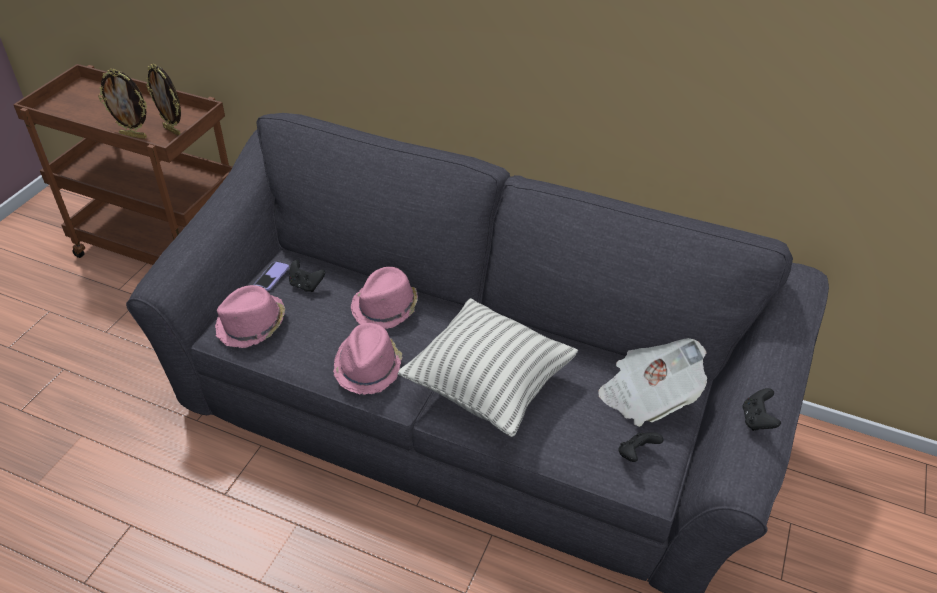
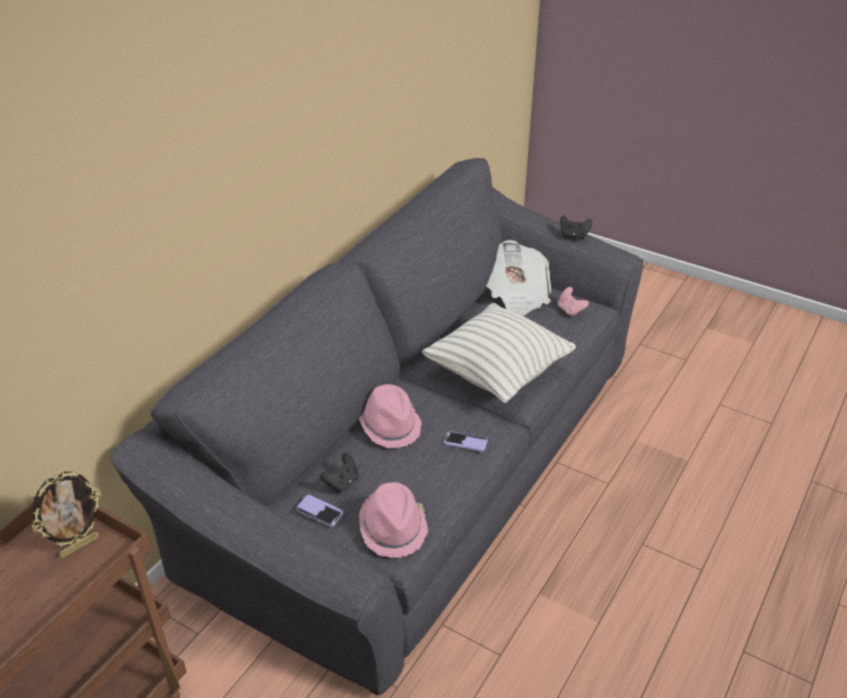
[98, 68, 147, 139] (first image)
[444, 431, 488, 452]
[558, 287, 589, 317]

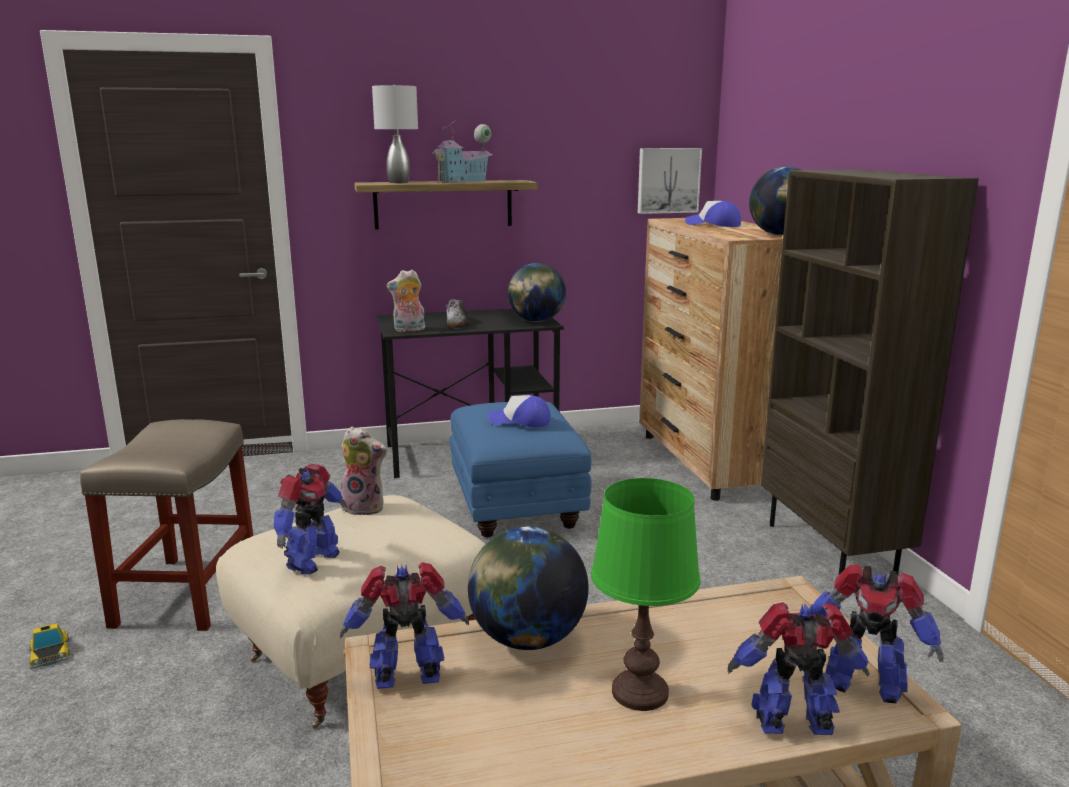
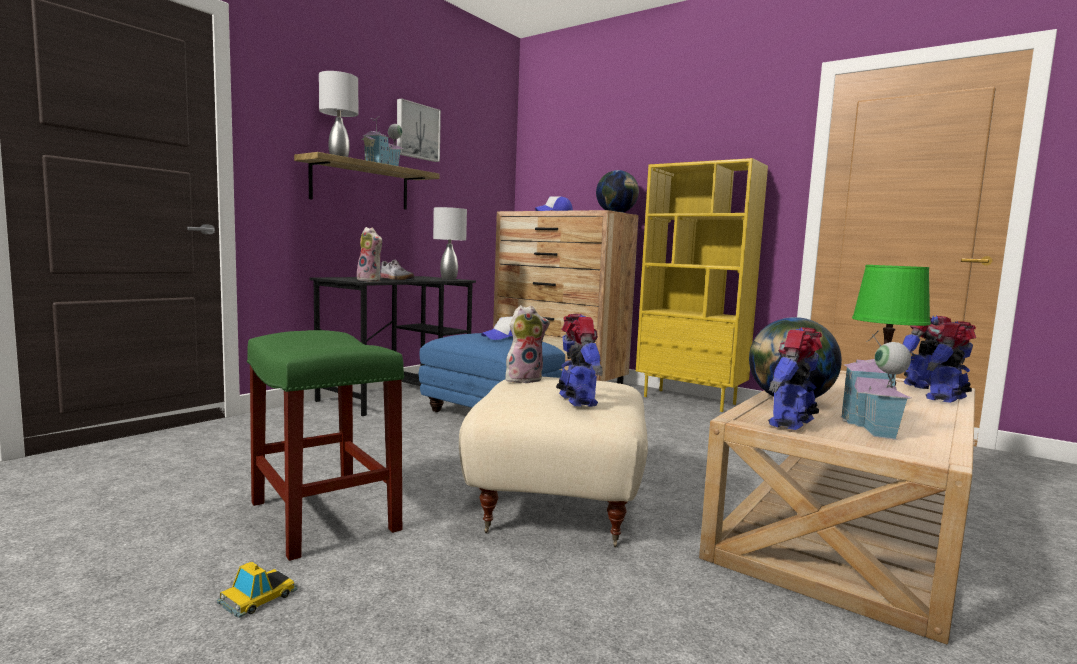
[217, 562, 298, 618]
[247, 330, 404, 561]
[357, 227, 383, 281]
[433, 207, 467, 279]
[397, 98, 441, 162]
[636, 158, 768, 412]
[841, 330, 911, 440]

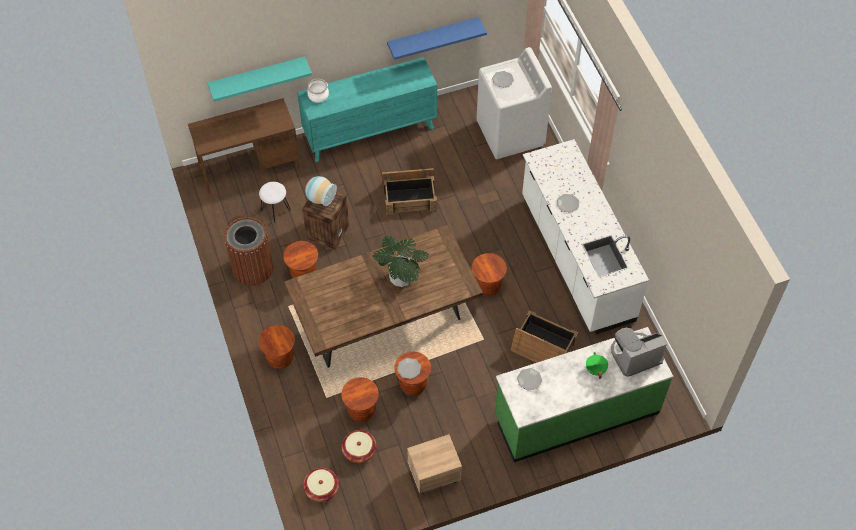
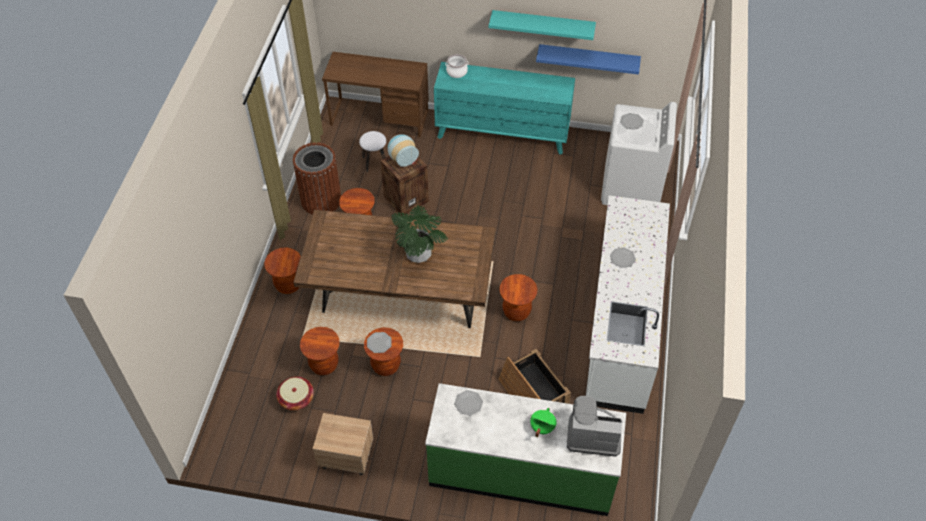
[489, 10, 596, 40]
[303, 468, 339, 502] (first image)
[382, 168, 437, 215] (first image)

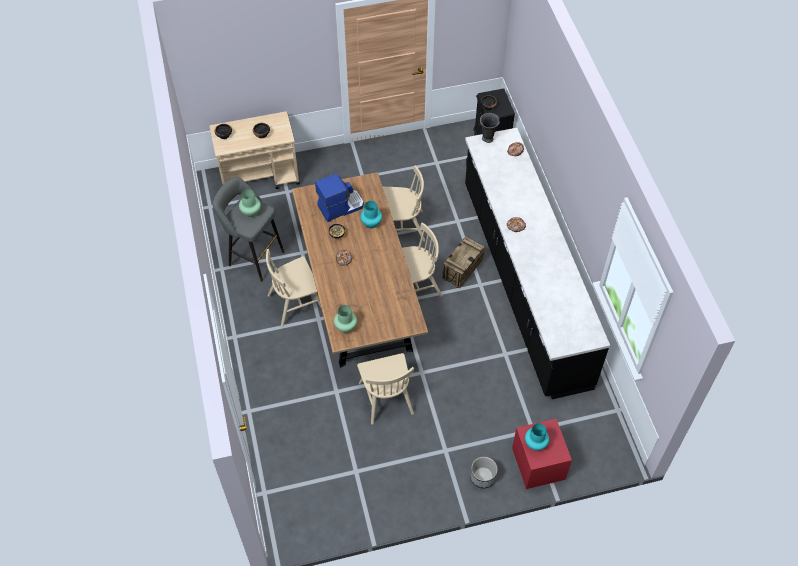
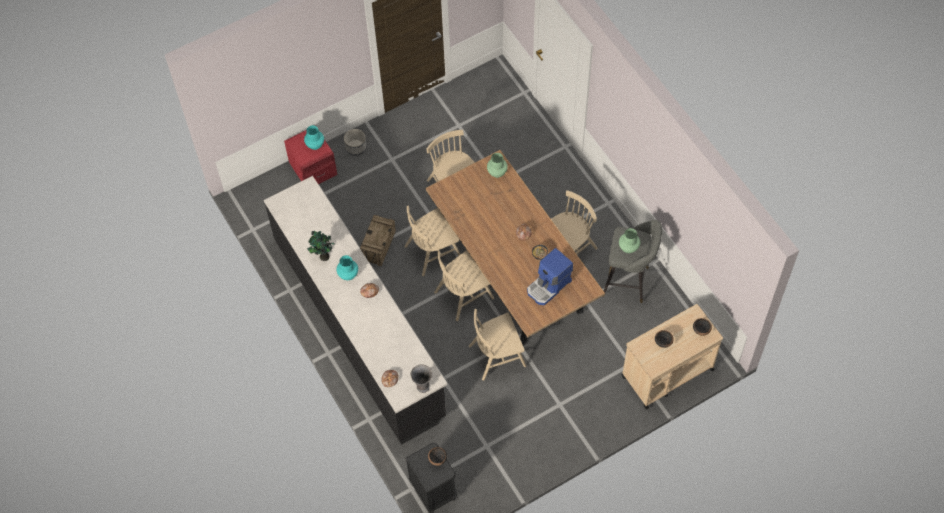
[337, 255, 358, 280]
[360, 215, 396, 266]
[307, 231, 335, 261]
[404, 206, 461, 276]

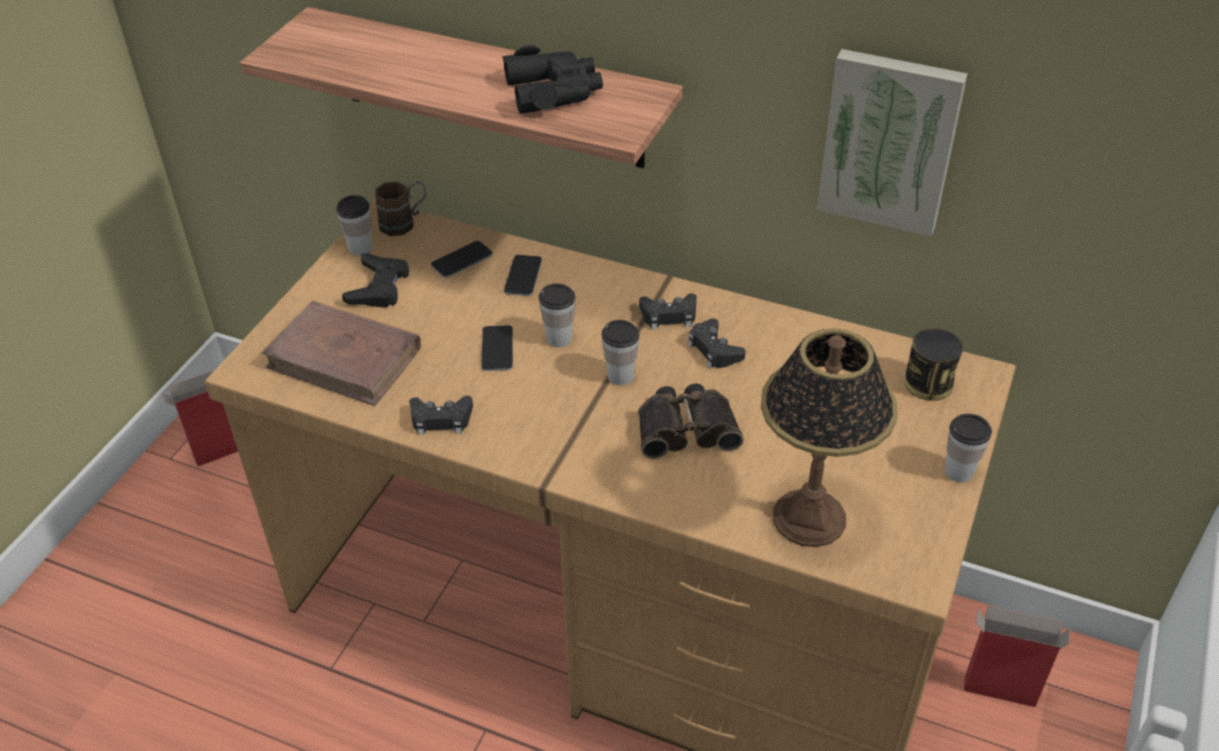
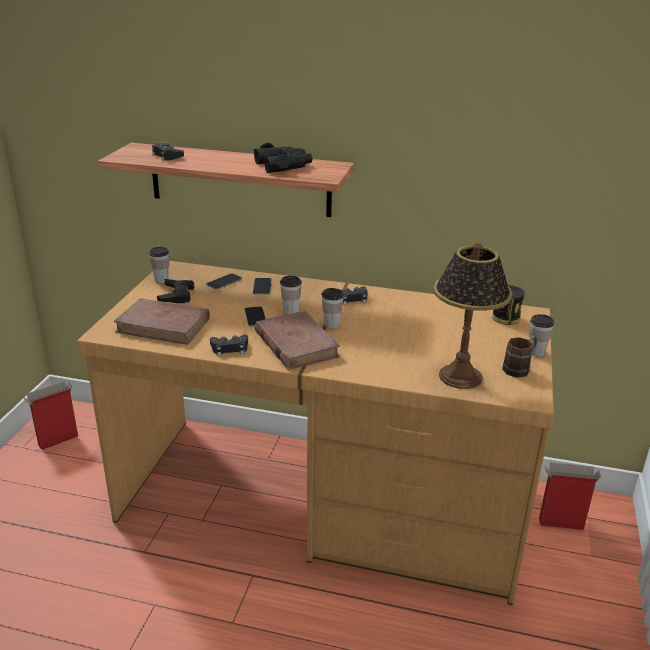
[502, 336, 537, 378]
[638, 383, 744, 459] (first image)
[152, 143, 184, 161]
[817, 49, 968, 237] (first image)
[255, 311, 340, 370]

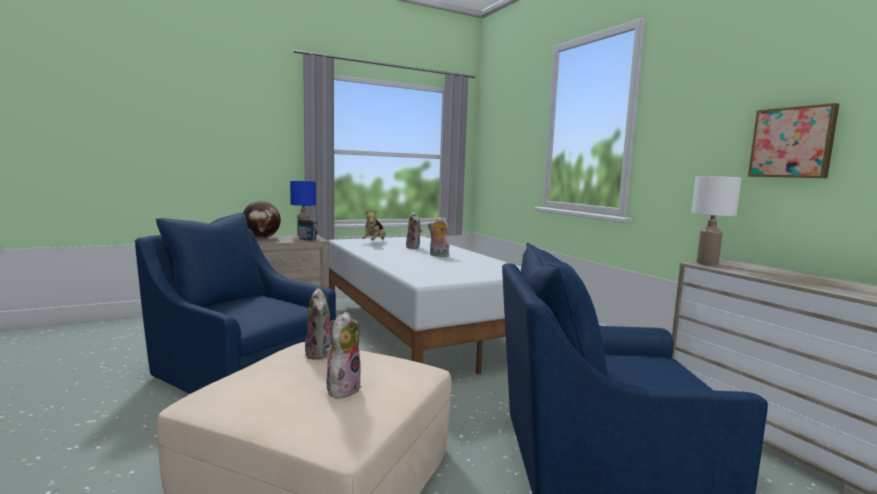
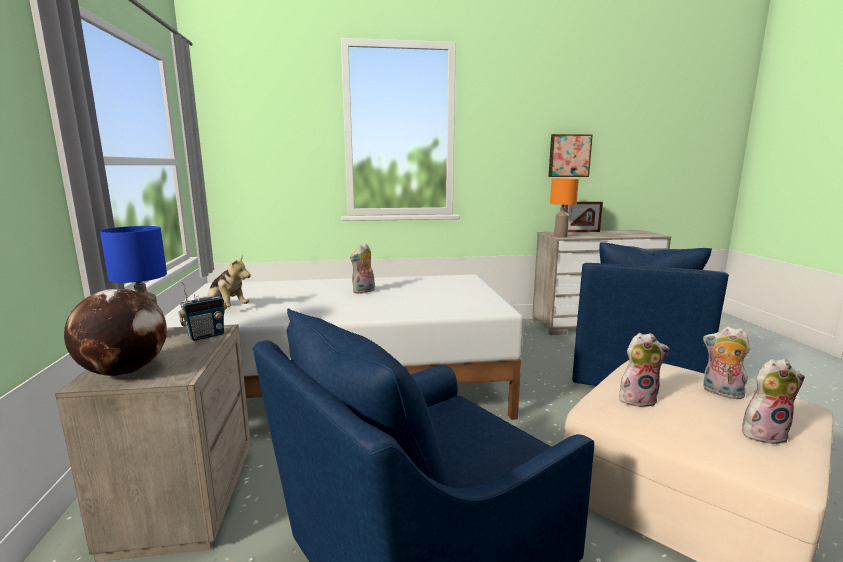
[742, 359, 805, 445]
[550, 179, 579, 237]
[565, 202, 603, 232]

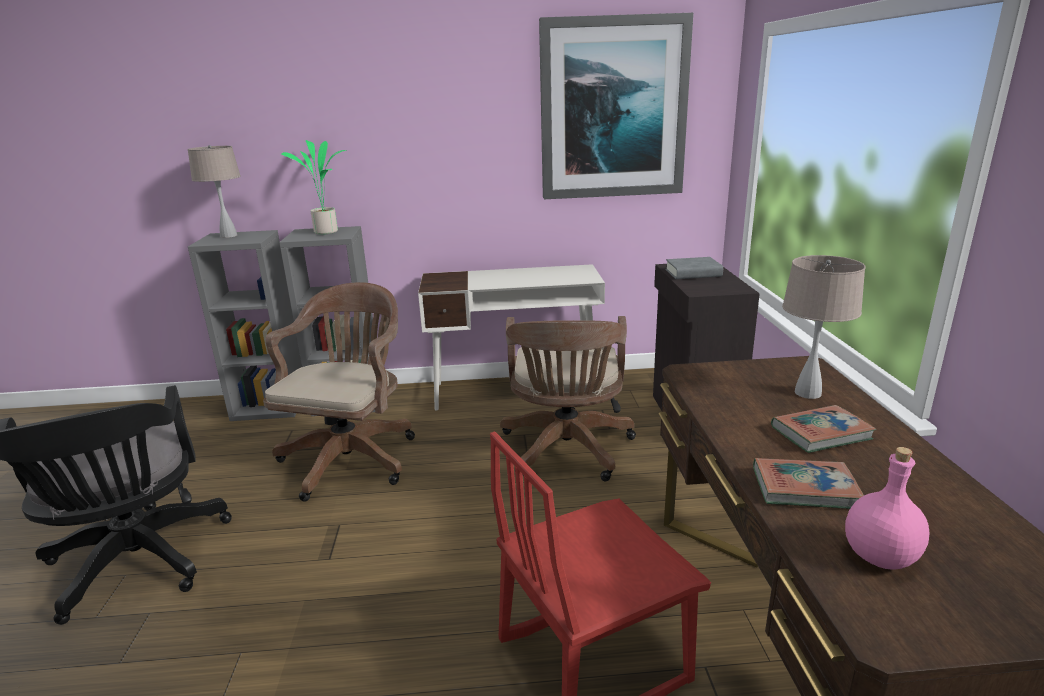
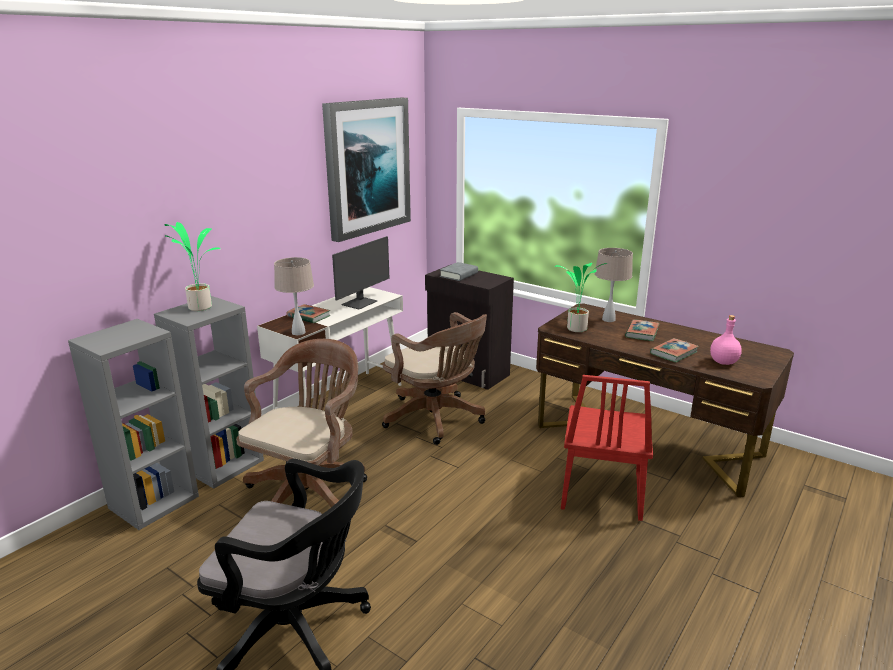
[274, 257, 314, 335]
[236, 339, 367, 507]
[287, 304, 330, 323]
[332, 236, 389, 309]
[555, 263, 607, 332]

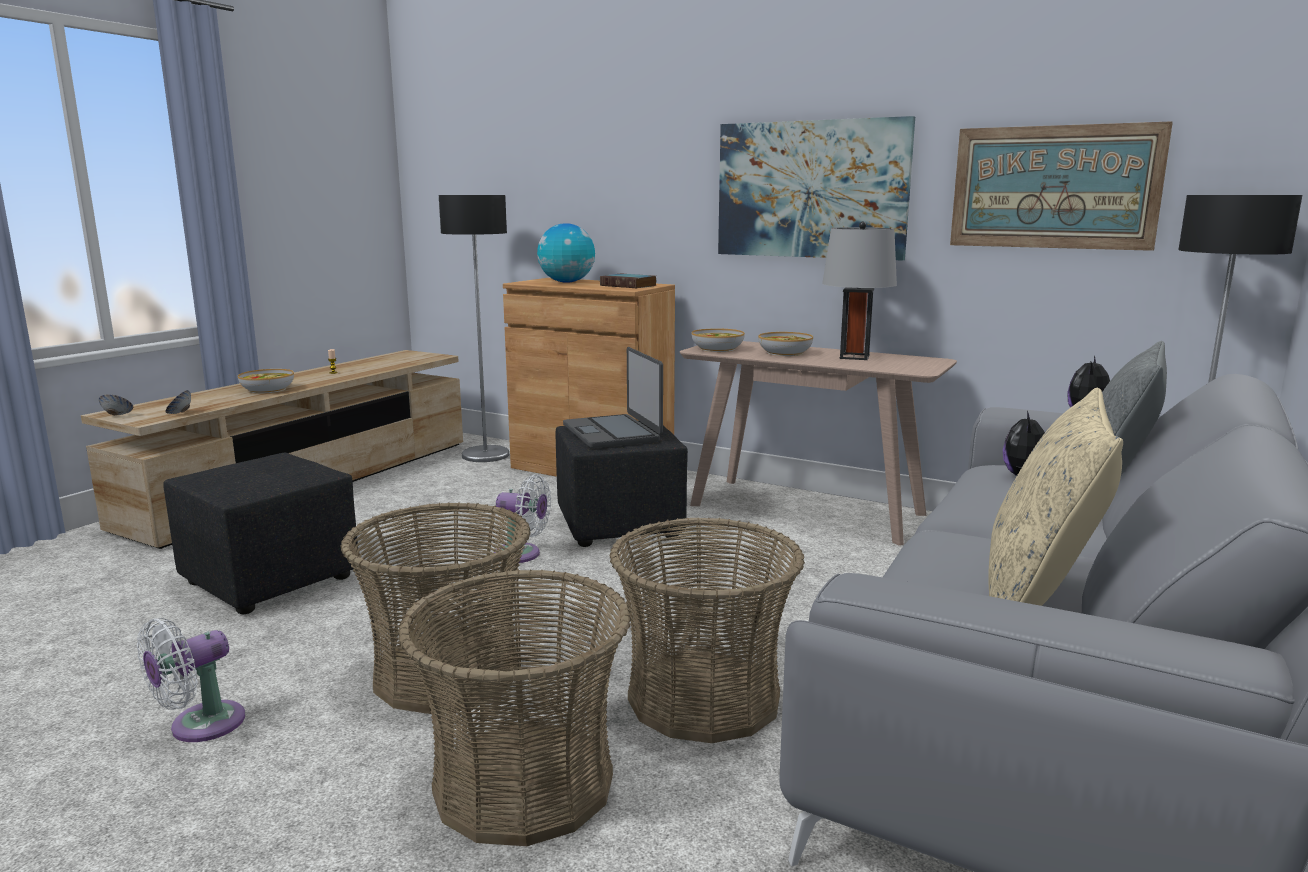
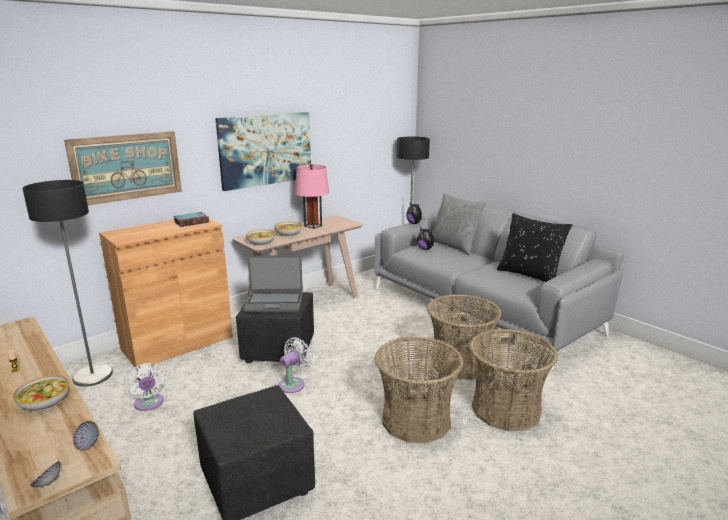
[125, 363, 167, 411]
[537, 223, 595, 283] (first image)
[295, 164, 329, 229]
[64, 131, 182, 205]
[497, 213, 572, 282]

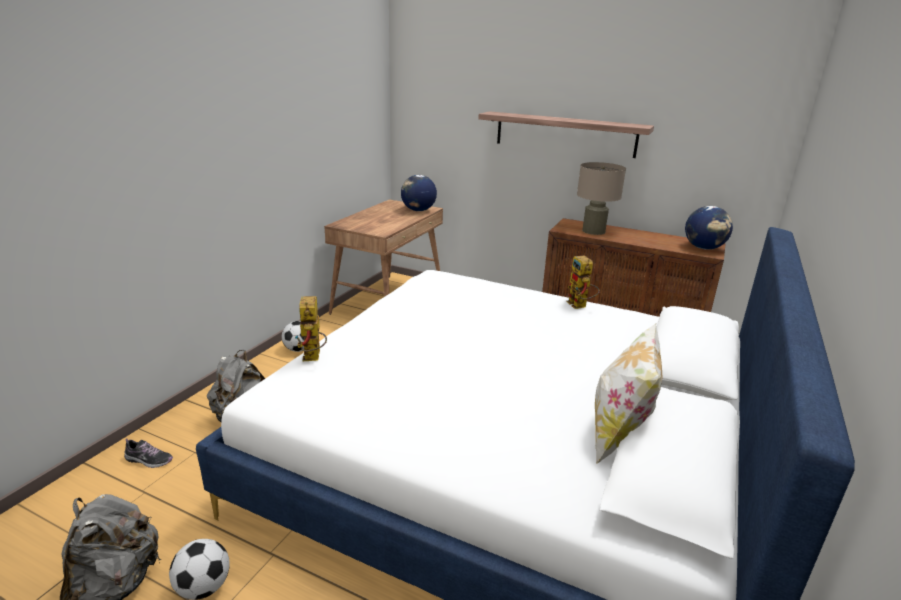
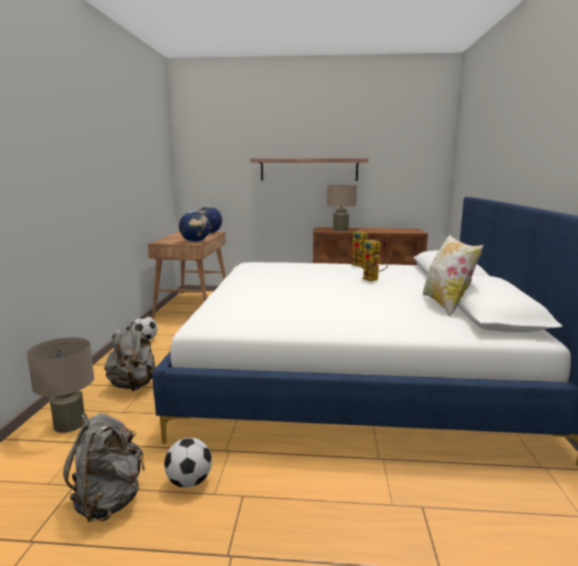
[27, 338, 94, 433]
[361, 239, 388, 282]
[179, 211, 210, 242]

